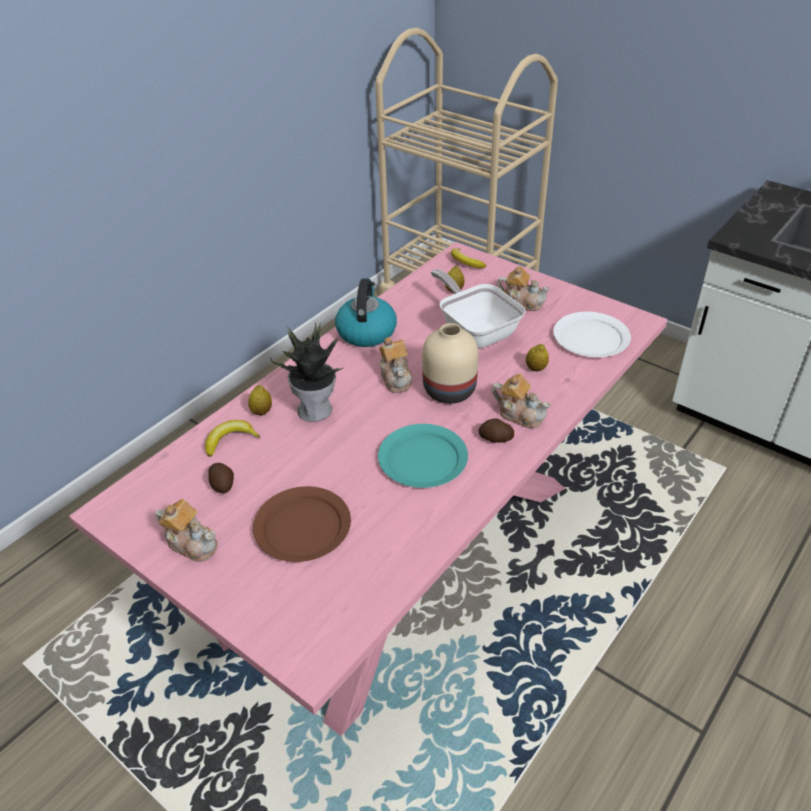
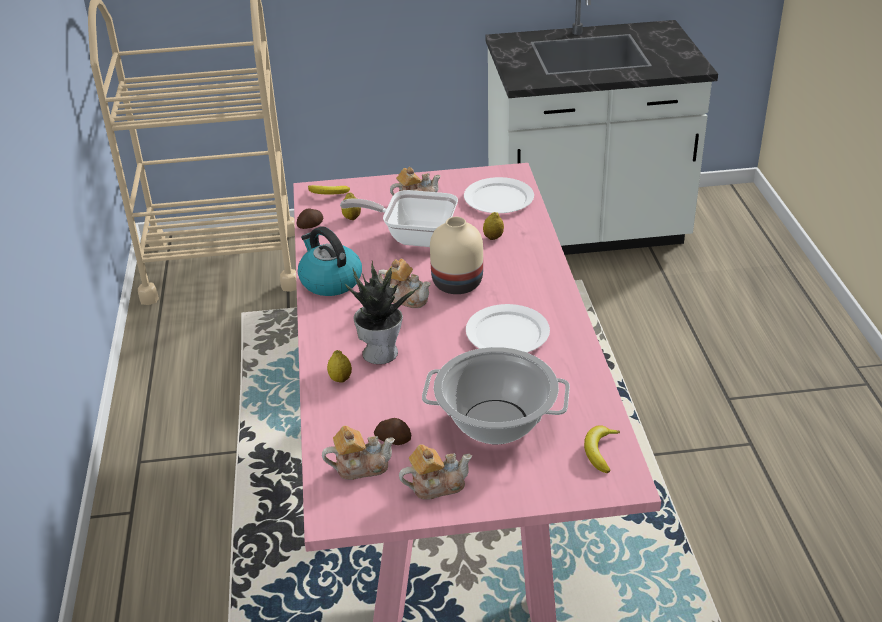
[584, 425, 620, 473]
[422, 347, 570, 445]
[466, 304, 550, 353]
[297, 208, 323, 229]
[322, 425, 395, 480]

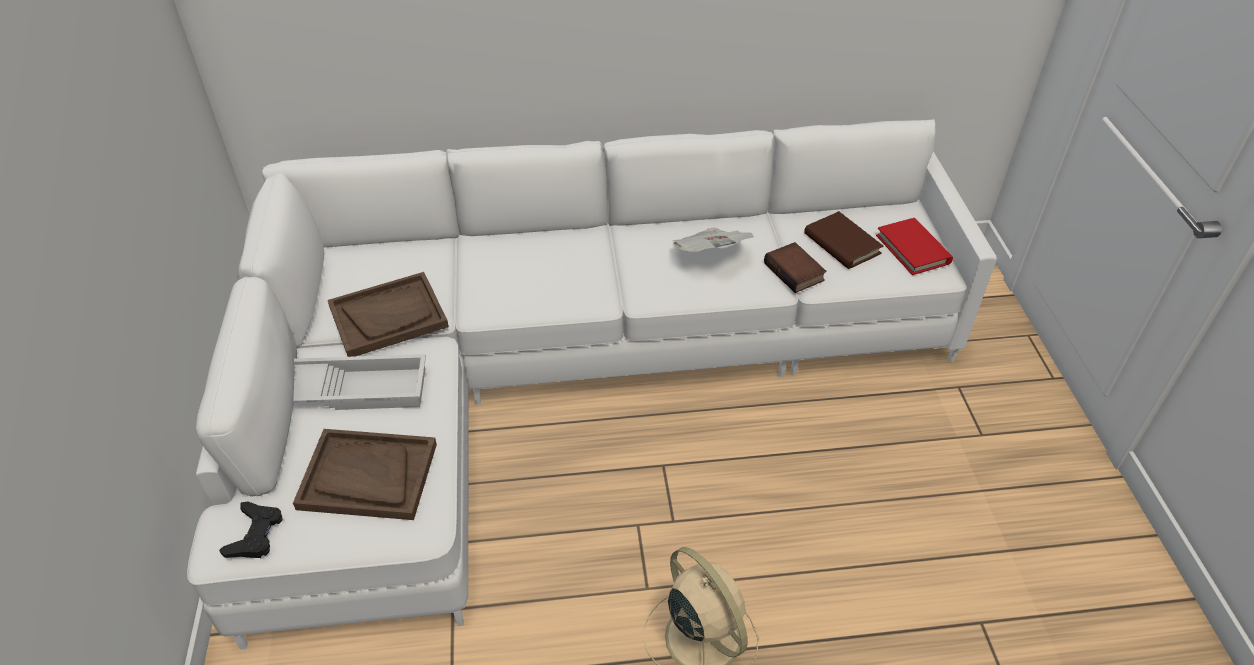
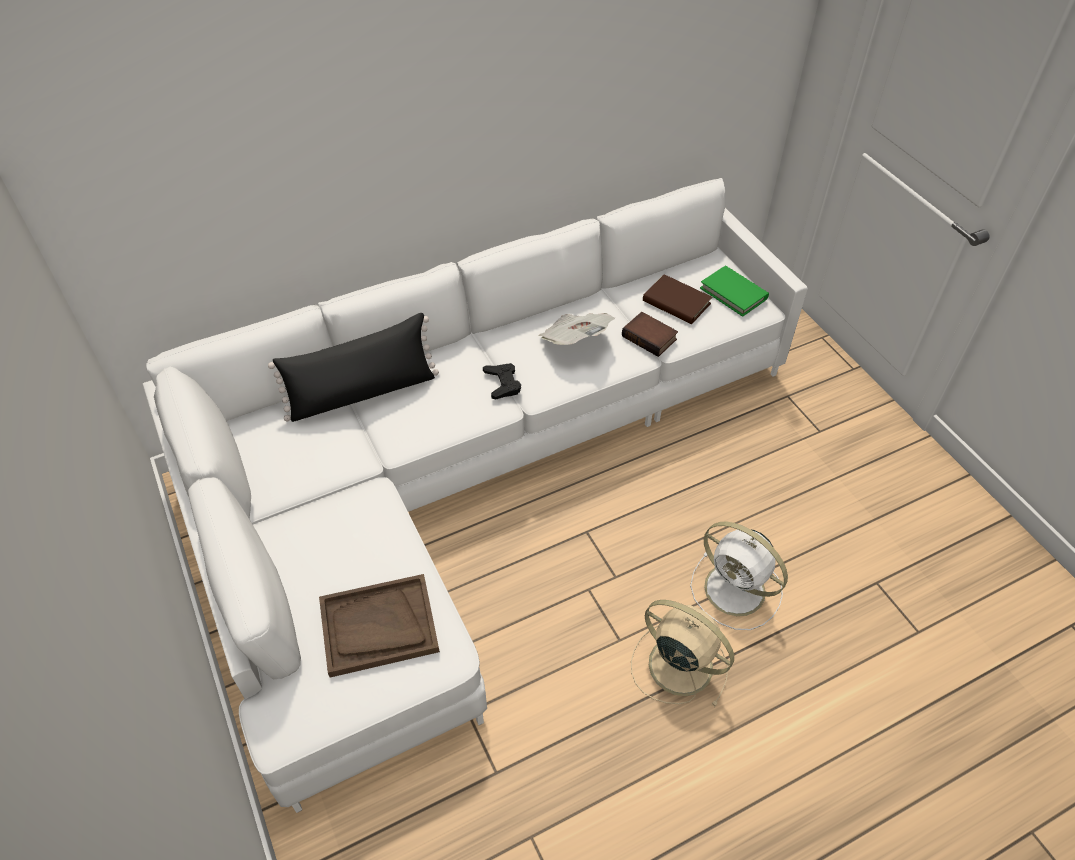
[483, 363, 521, 399]
[293, 354, 426, 410] (first image)
[328, 272, 449, 357] (first image)
[700, 265, 769, 317]
[268, 313, 439, 422]
[690, 522, 788, 630]

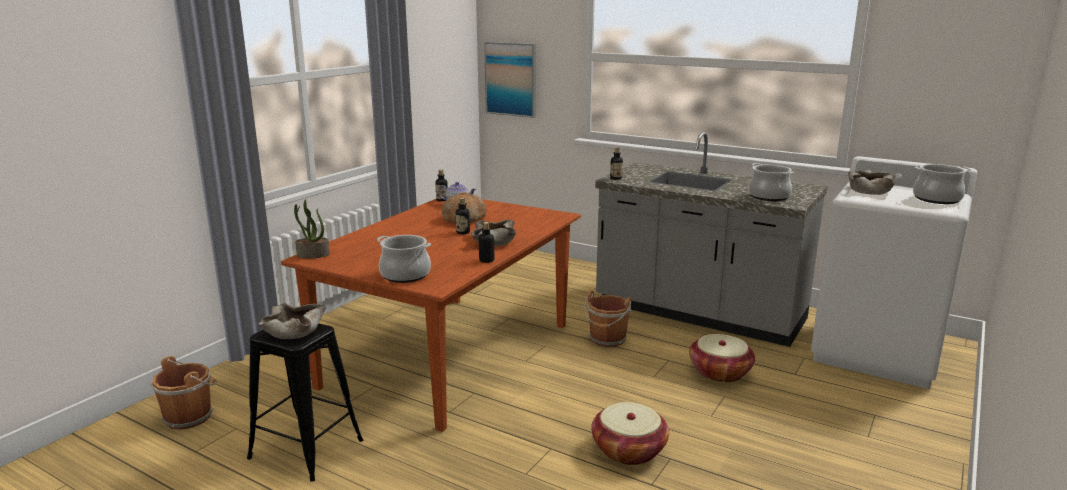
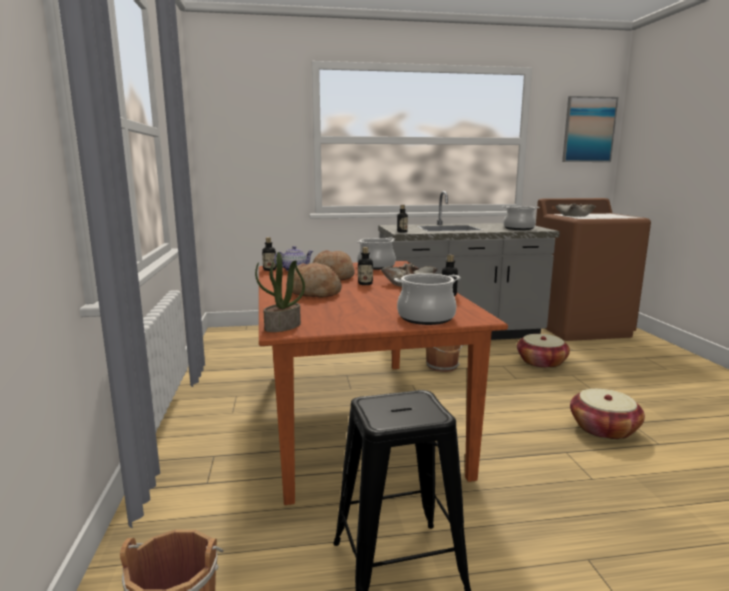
[258, 303, 326, 339] (first image)
[562, 96, 618, 162]
[536, 198, 651, 341]
[357, 237, 396, 270]
[286, 262, 342, 297]

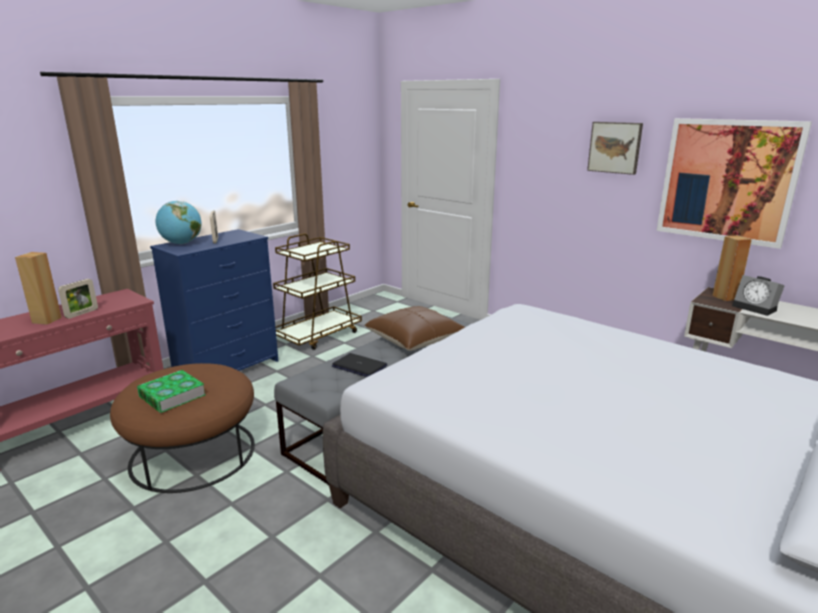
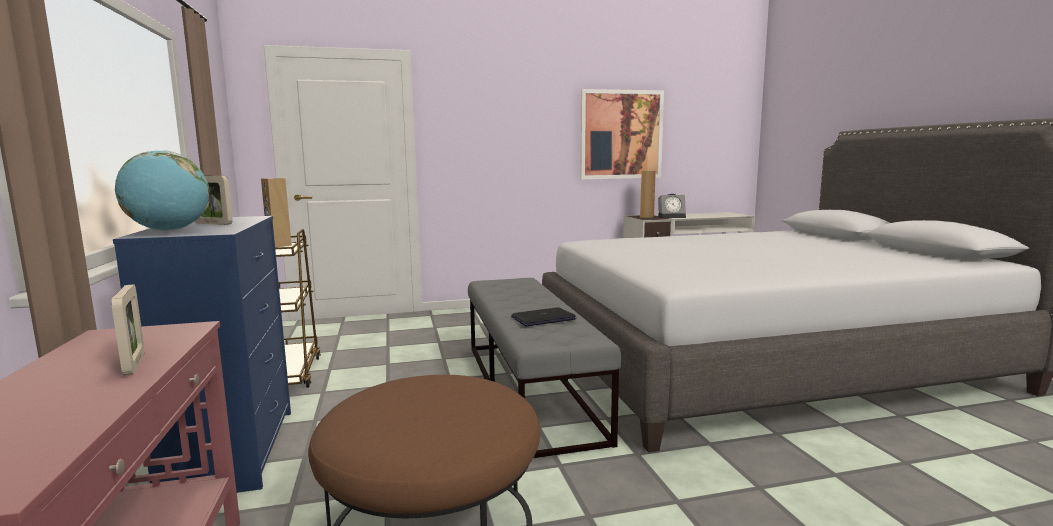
[261, 178, 292, 247]
[137, 370, 206, 413] (first image)
[364, 306, 465, 351] (first image)
[587, 122, 643, 175] (first image)

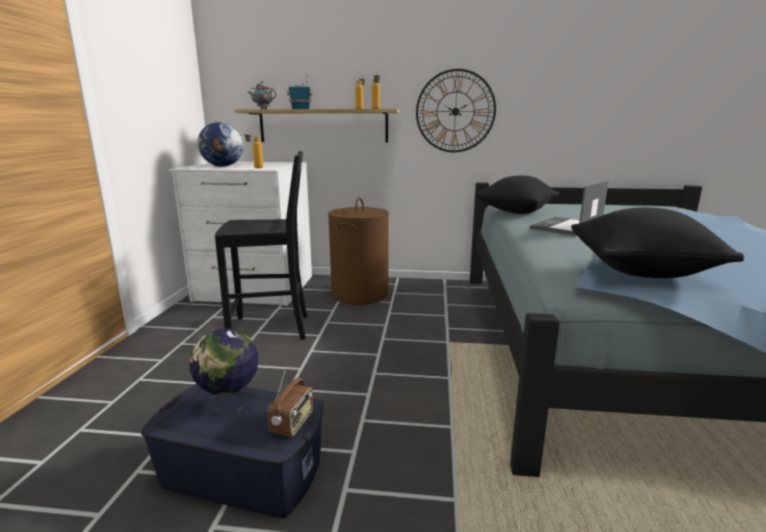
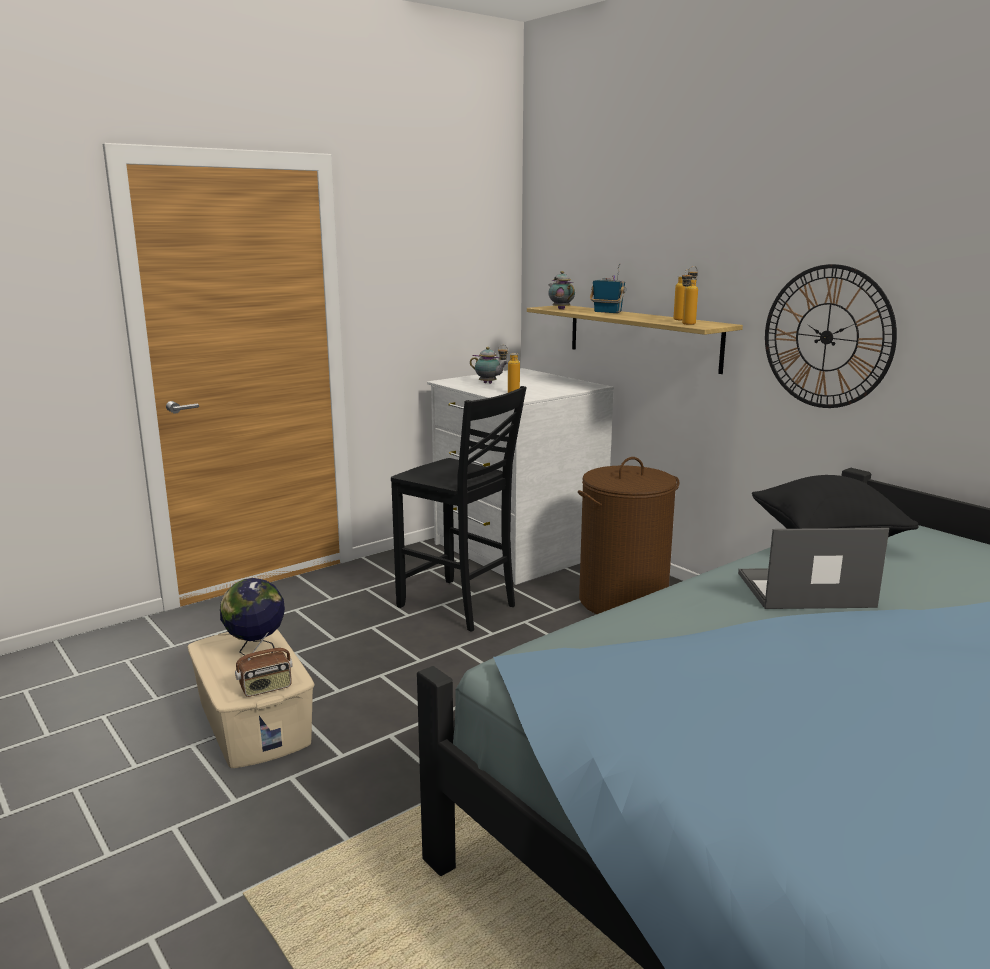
[187, 629, 315, 768]
[470, 347, 508, 384]
[571, 207, 744, 278] (first image)

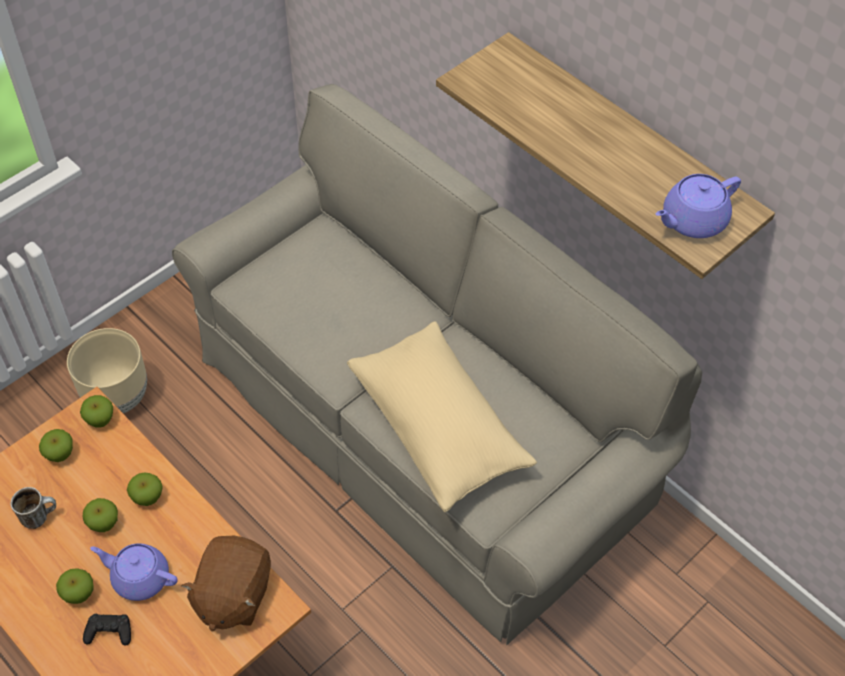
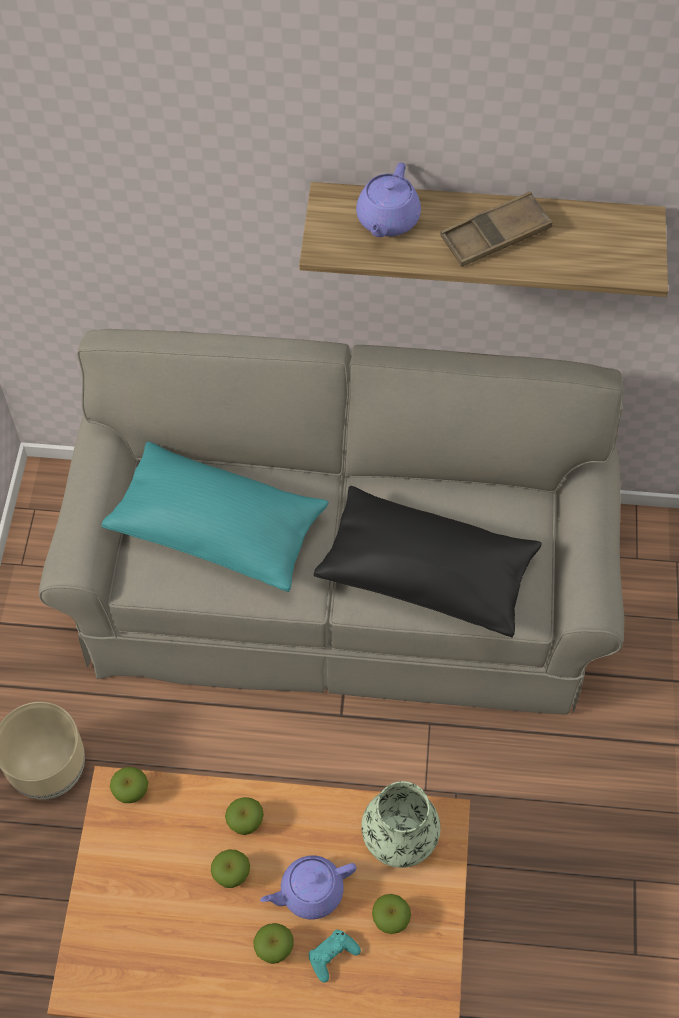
[11, 487, 56, 529] (first image)
[372, 894, 411, 934]
[309, 930, 361, 983]
[361, 781, 441, 868]
[313, 486, 542, 637]
[356, 163, 421, 237]
[101, 442, 329, 592]
[440, 191, 553, 267]

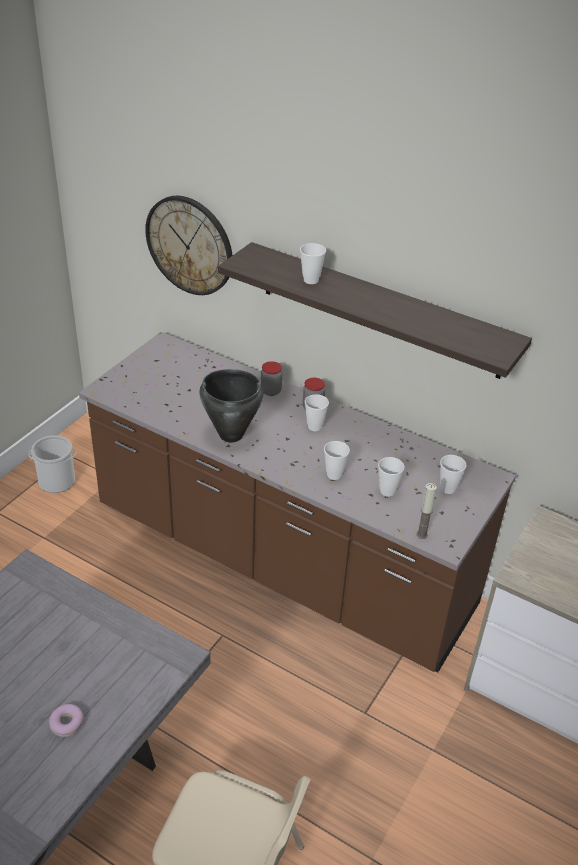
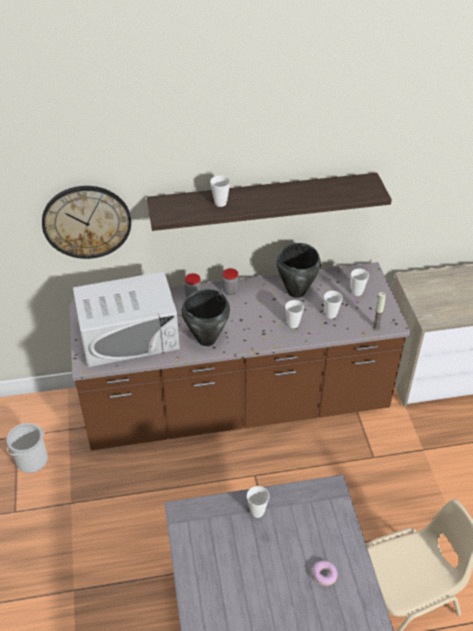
[247, 486, 269, 518]
[73, 271, 180, 367]
[276, 243, 321, 298]

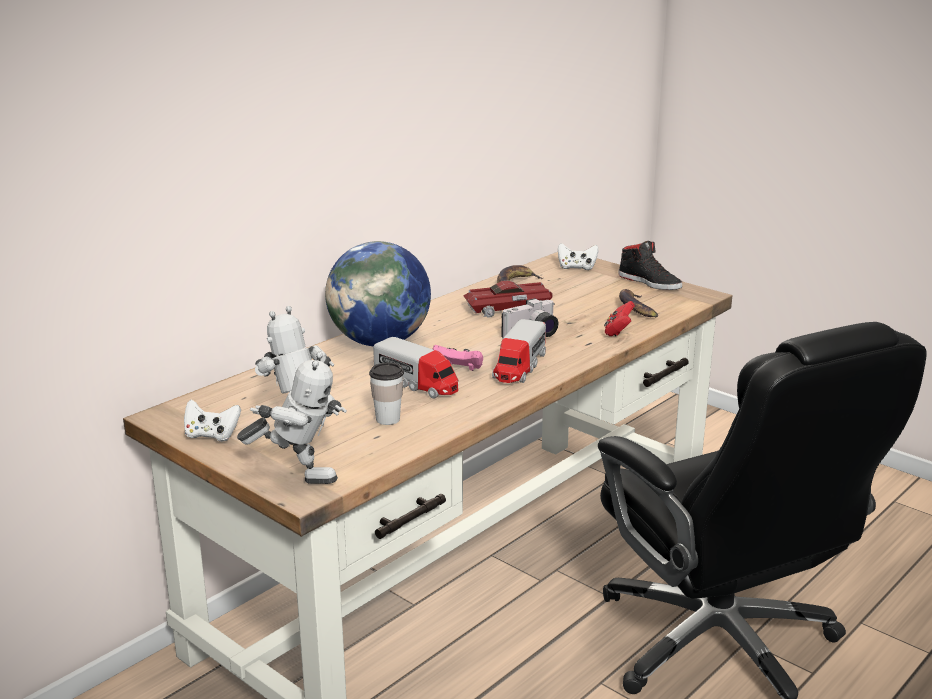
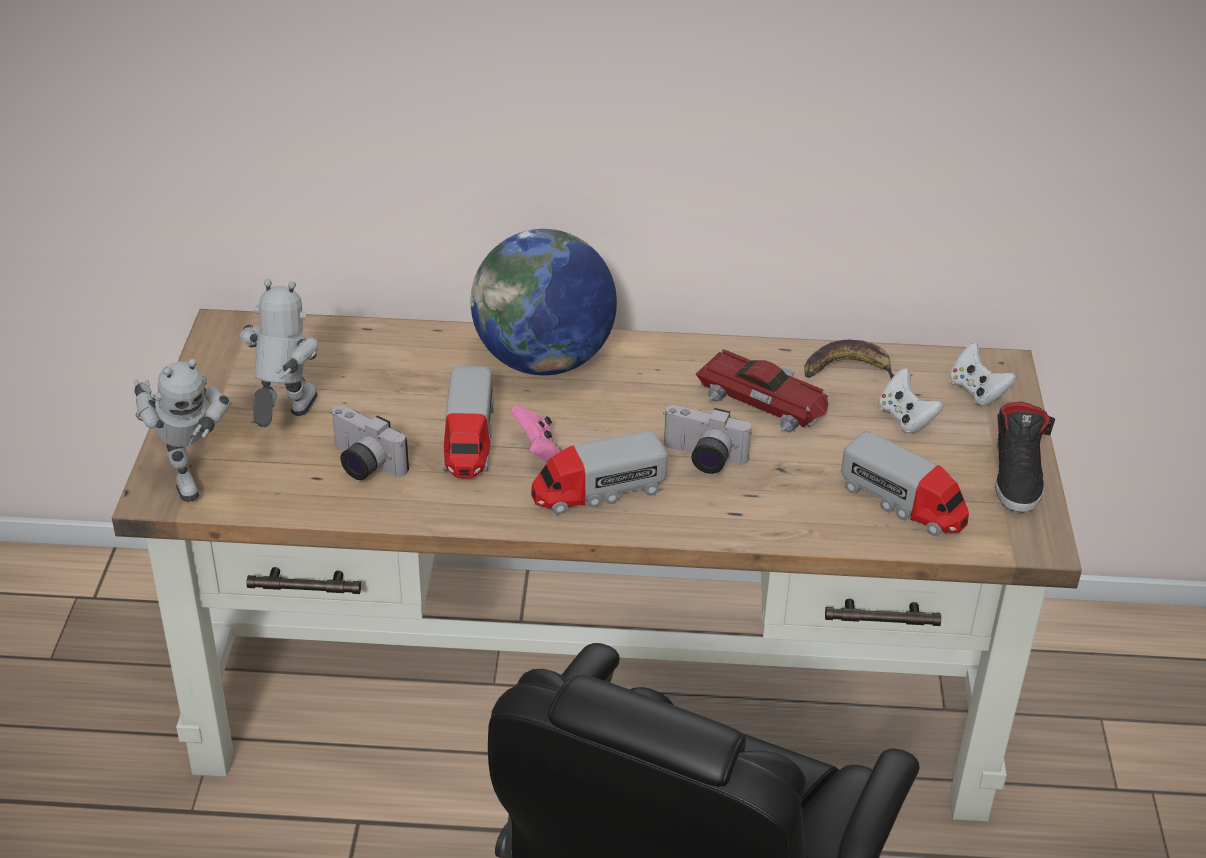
[878, 368, 943, 433]
[331, 406, 409, 480]
[604, 301, 635, 336] (first image)
[841, 432, 969, 537]

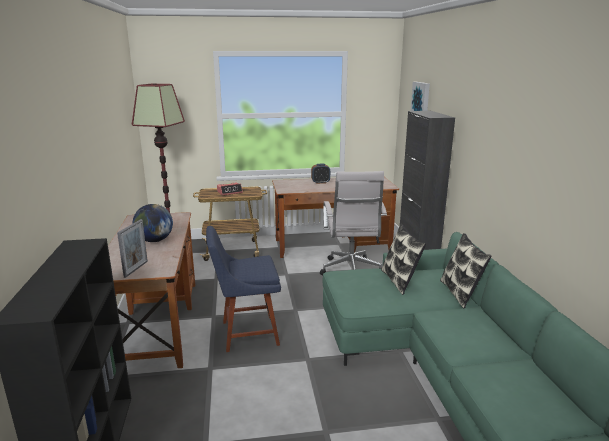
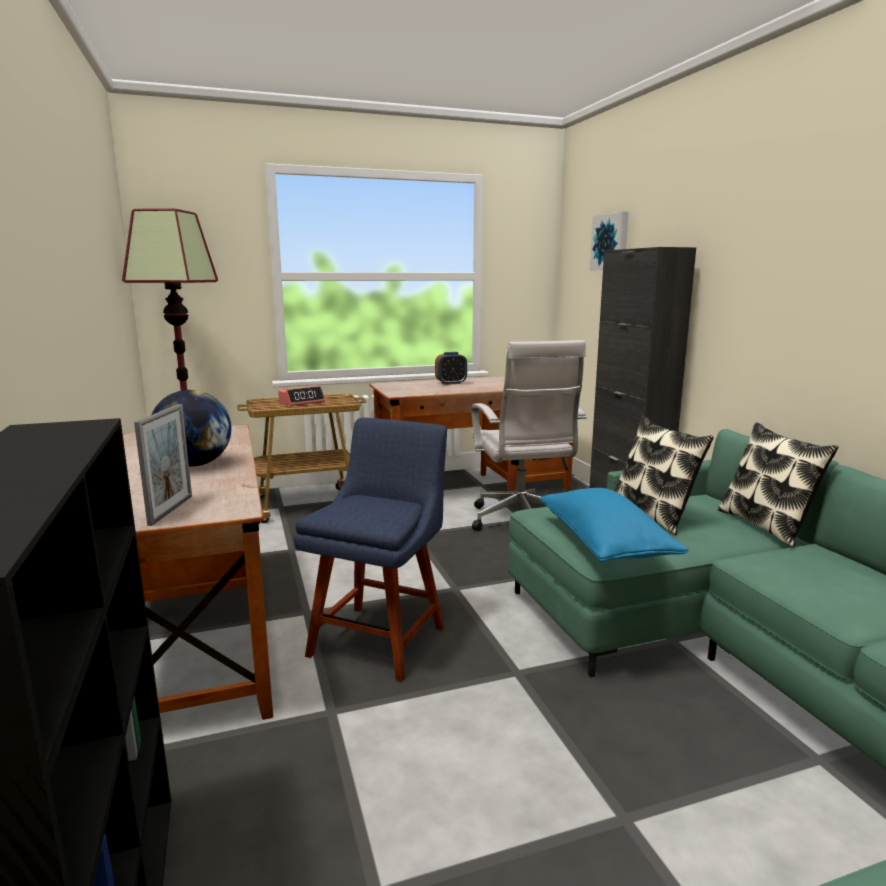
[294, 418, 447, 682]
[540, 488, 689, 562]

